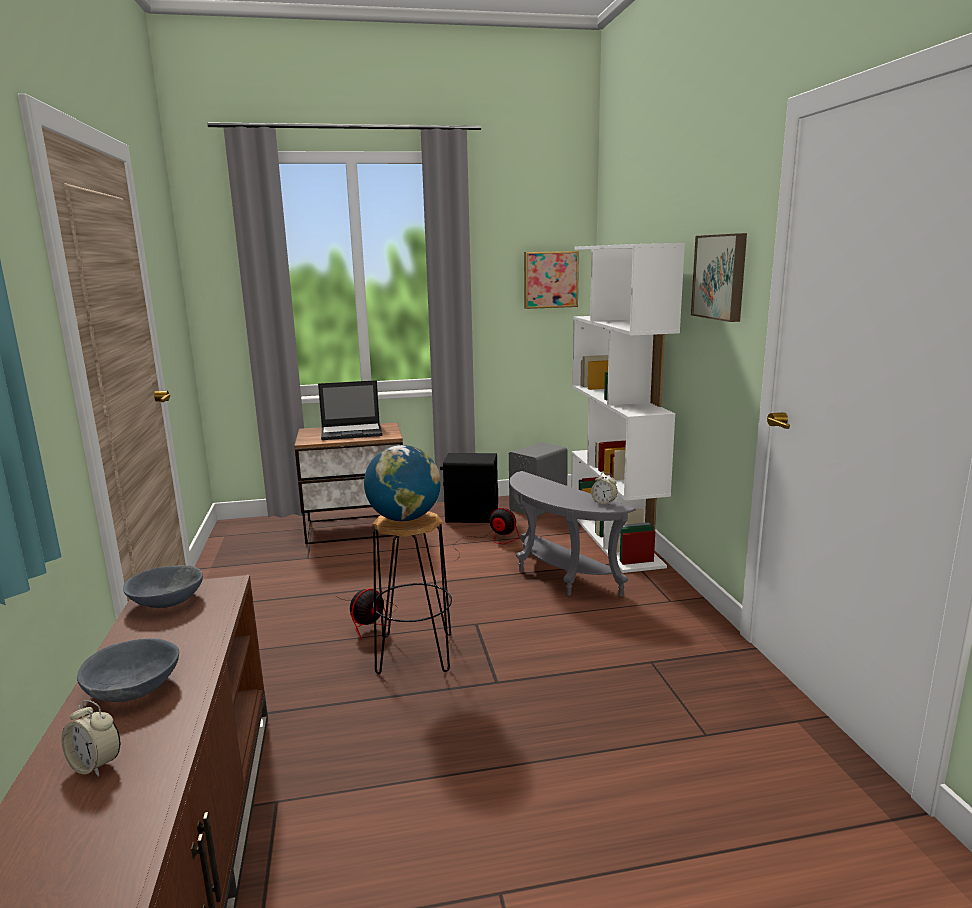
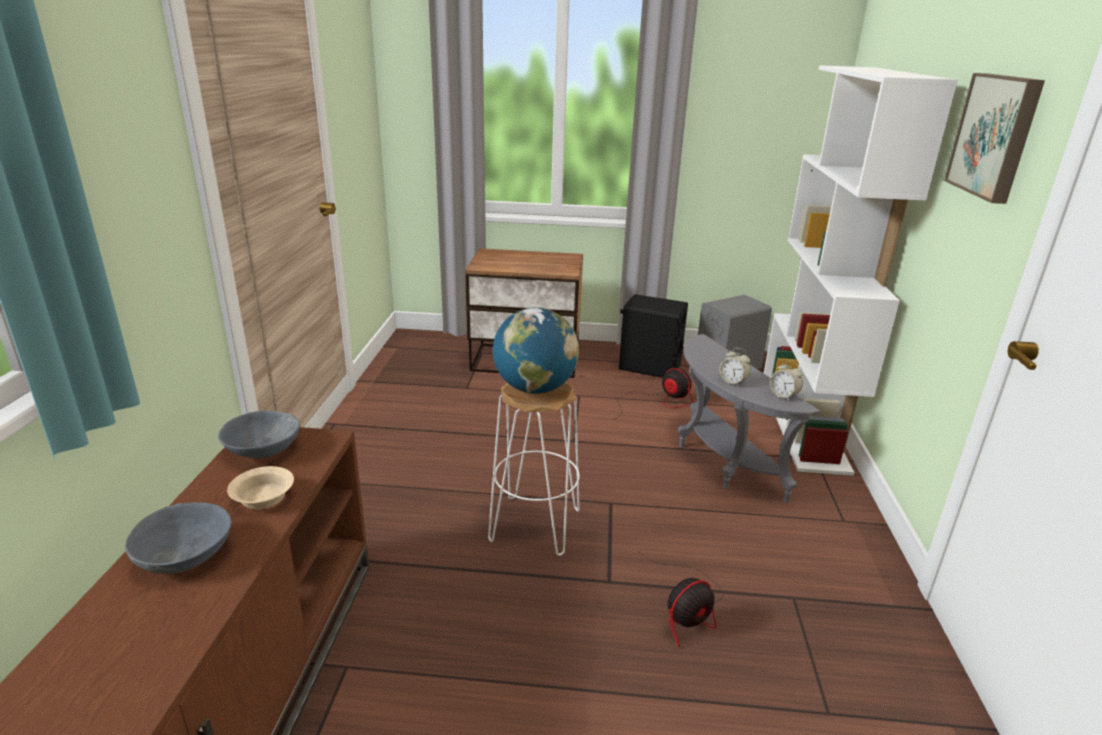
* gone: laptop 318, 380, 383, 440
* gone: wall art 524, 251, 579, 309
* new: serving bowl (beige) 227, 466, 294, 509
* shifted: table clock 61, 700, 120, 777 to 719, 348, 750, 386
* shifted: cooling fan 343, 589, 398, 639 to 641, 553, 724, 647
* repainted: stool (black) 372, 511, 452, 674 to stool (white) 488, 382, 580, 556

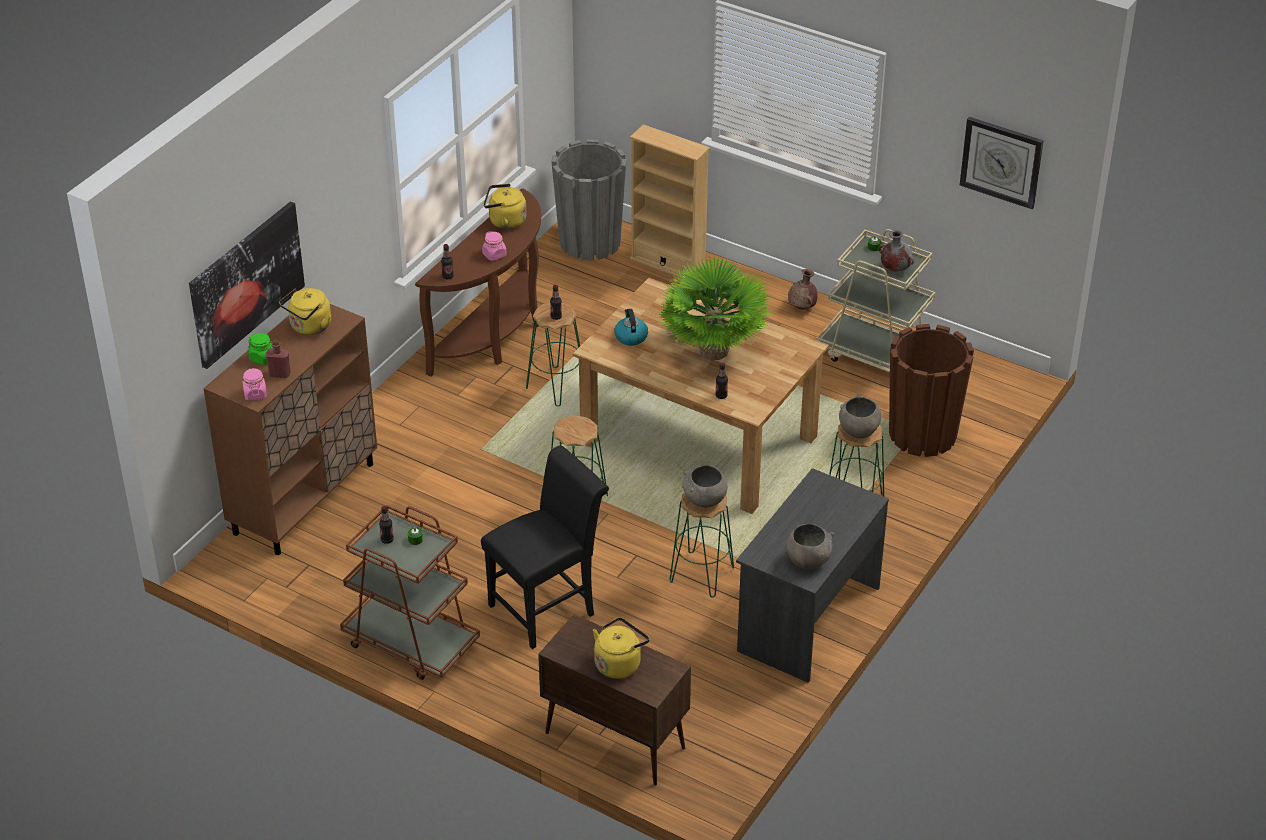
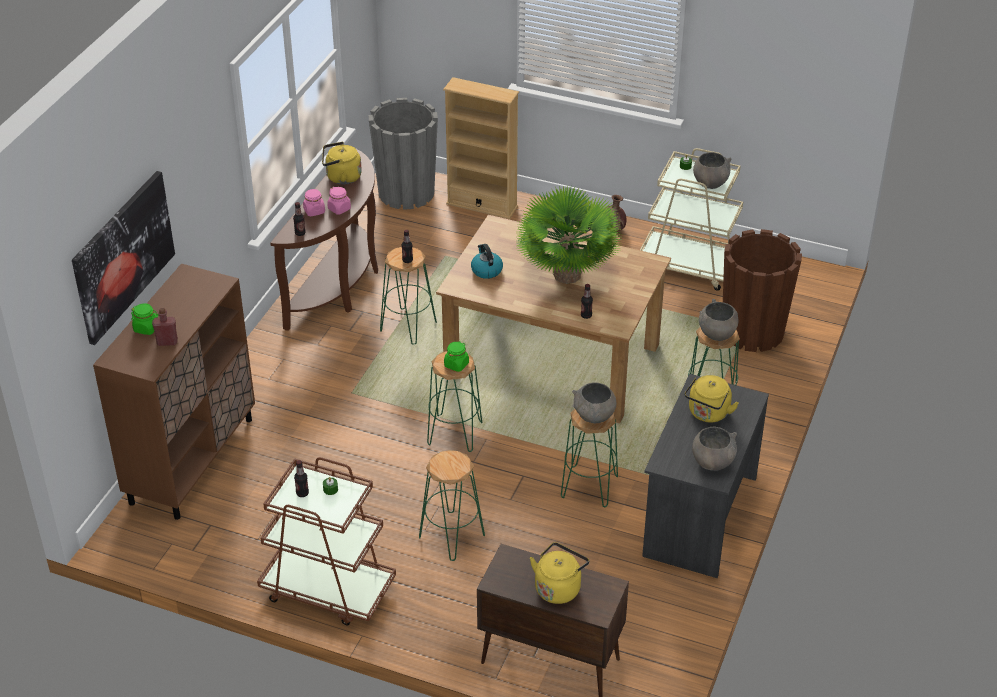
* gone: wall clock 960, 117, 1044, 209
* new: jar (greenish) 444, 341, 469, 372
* shifted: jar (pink) 242, 369, 267, 401 to 303, 189, 325, 217
* shifted: tea kettle (yellow) 279, 288, 331, 335 to 684, 375, 739, 422
* swapped: plain chair (black) 481, 445, 609, 649 to stool (greenish) 419, 450, 485, 561
* swapped: vase (grey) 879, 229, 914, 272 to serving bowl (grey) 693, 152, 732, 189

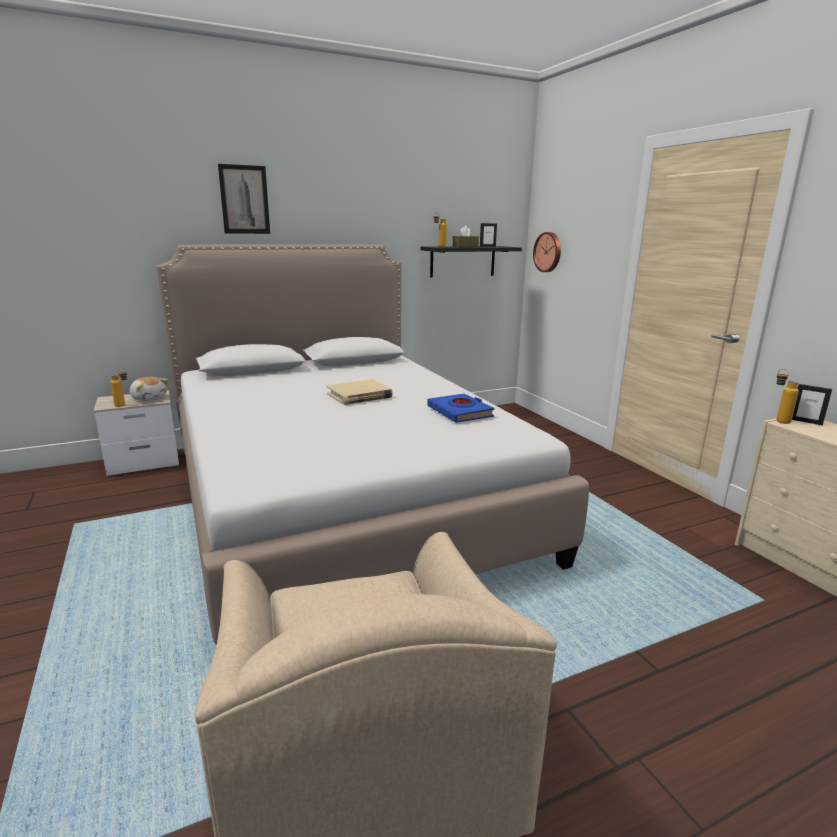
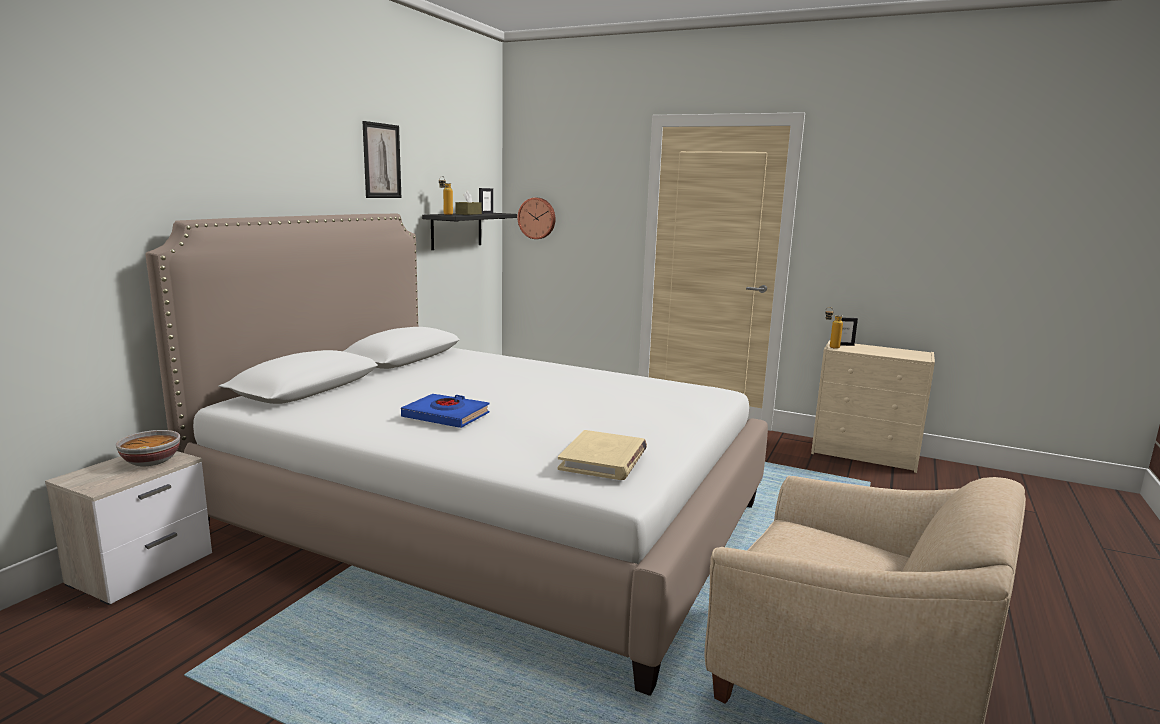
* gone: beverage bottle 110, 368, 127, 407
* shifted: wall art 218, 164, 270, 234 to 362, 121, 401, 198
* shifted: volume (beige) 327, 379, 393, 405 to 558, 430, 647, 480
* shifted: volume (bluish) 427, 394, 494, 423 to 401, 394, 489, 428
* swapped: plush toy 129, 377, 169, 401 to serving bowl 116, 430, 180, 466

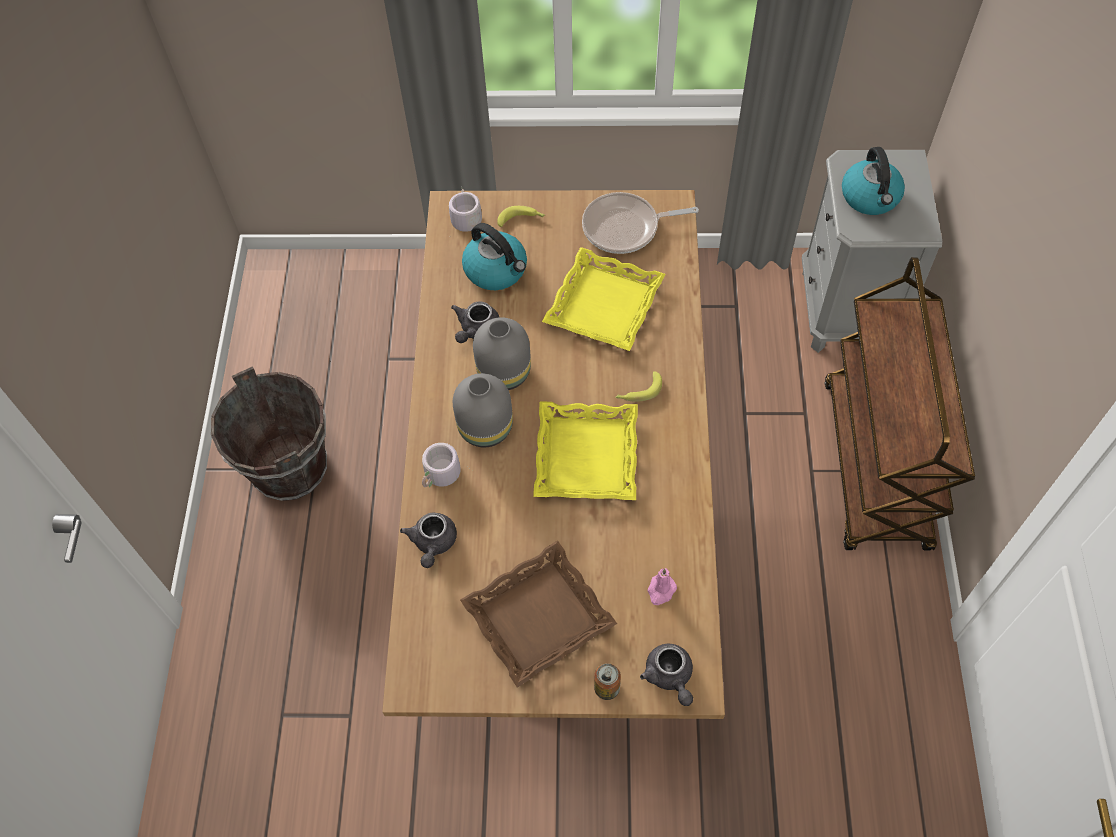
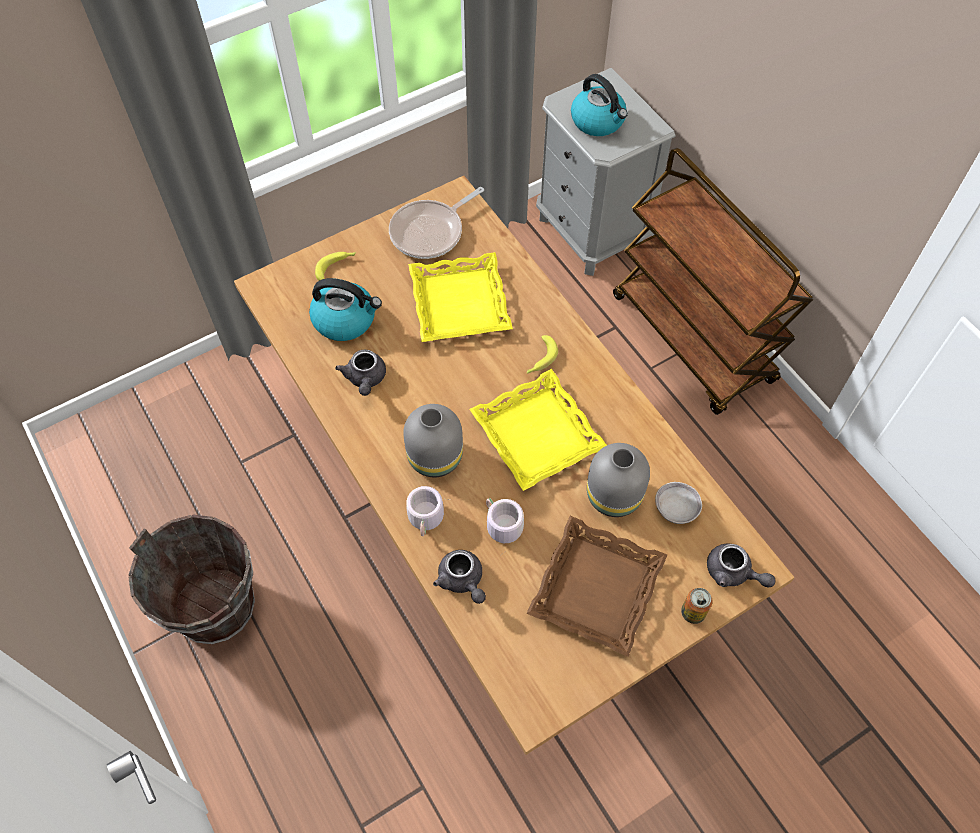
* shifted: mug (grey) 449, 189, 482, 232 to 486, 498, 524, 556
* shifted: vase (grey) 473, 317, 531, 390 to 587, 443, 650, 517
* swapped: candle (pink) 648, 568, 677, 605 to serving bowl (grey) 655, 482, 702, 524

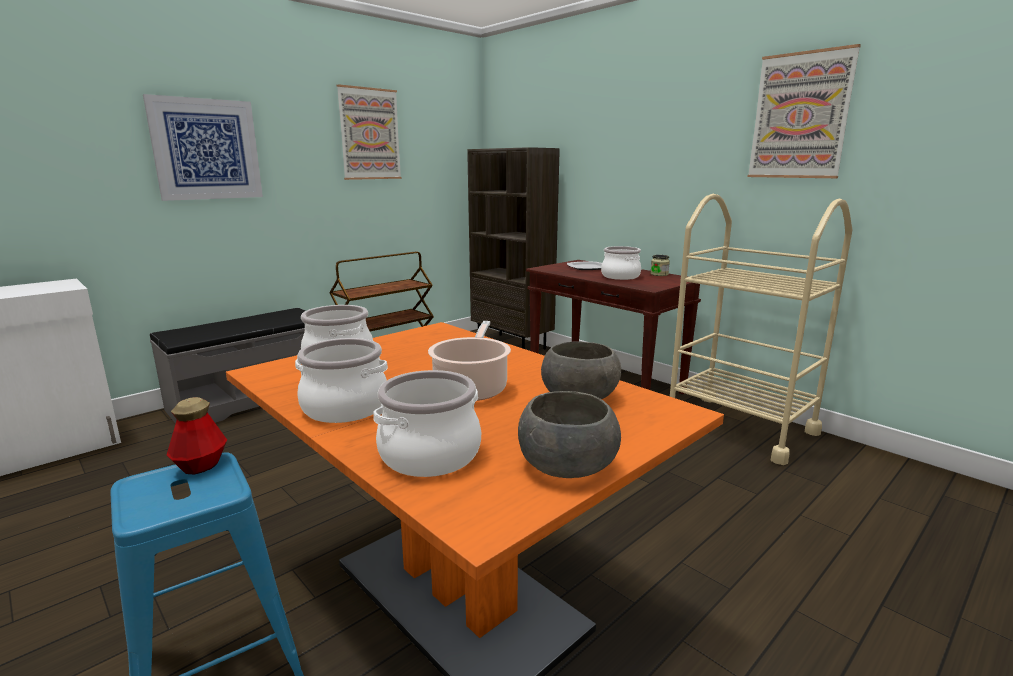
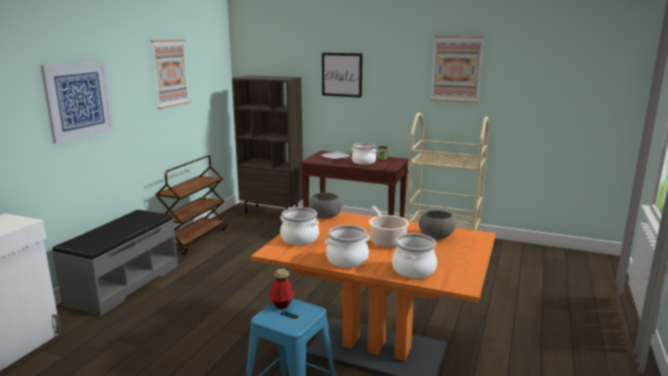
* new: wall art 322, 53, 363, 98
* shifted: serving bowl (grey) 518, 391, 621, 478 to 309, 193, 342, 219

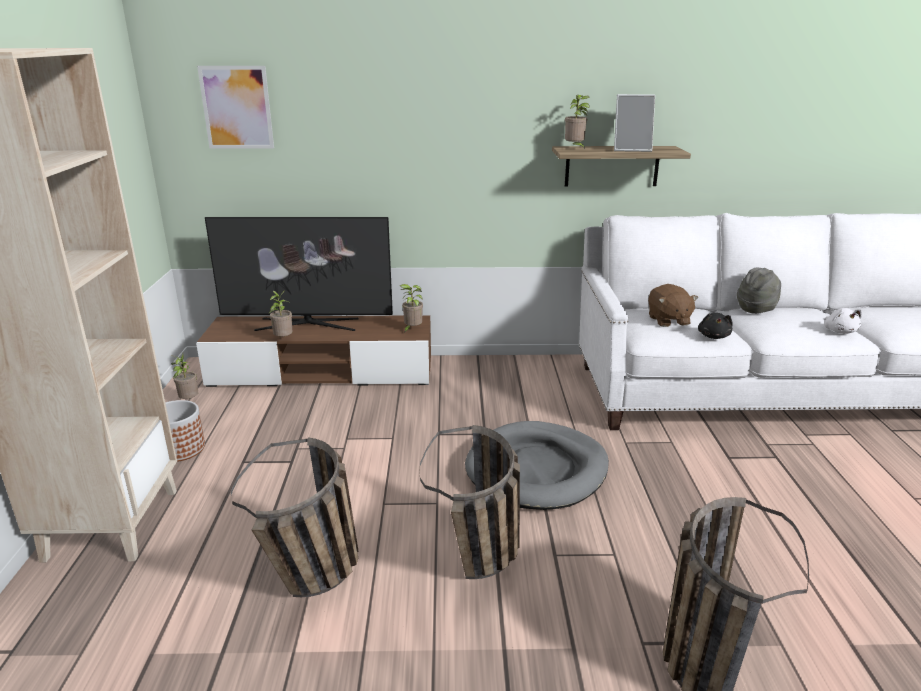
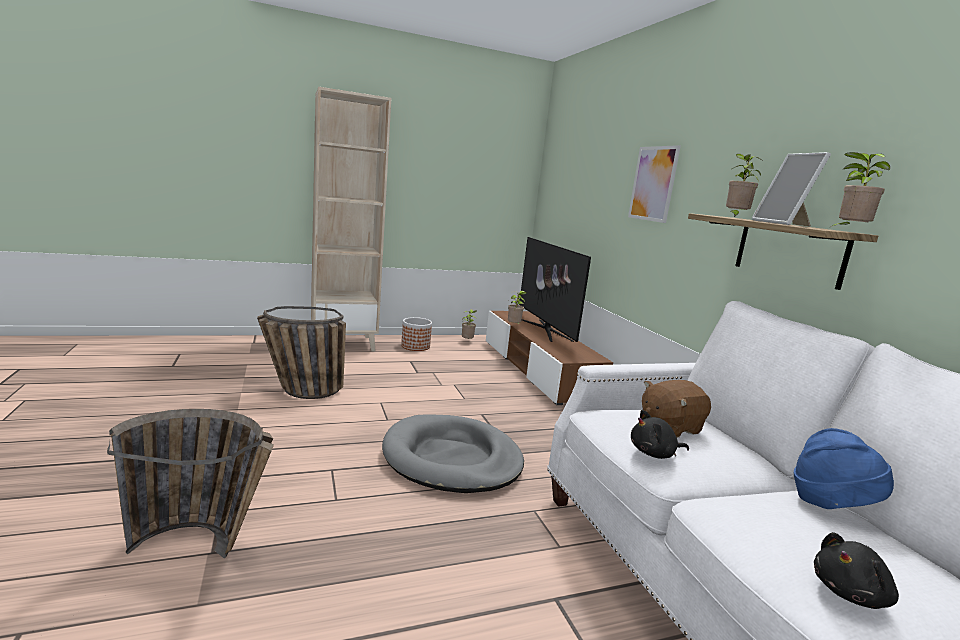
* gone: household basket 420, 425, 520, 579
* shifted: wall art 197, 66, 274, 149 to 628, 145, 681, 223
* shifted: potted plant 400, 284, 423, 332 to 829, 152, 890, 228
* repainted: hat (grey) 737, 268, 781, 314 to hat (bluish) 794, 428, 894, 509
* repainted: plush toy (white) 824, 308, 862, 334 to plush toy (black) 814, 532, 899, 609

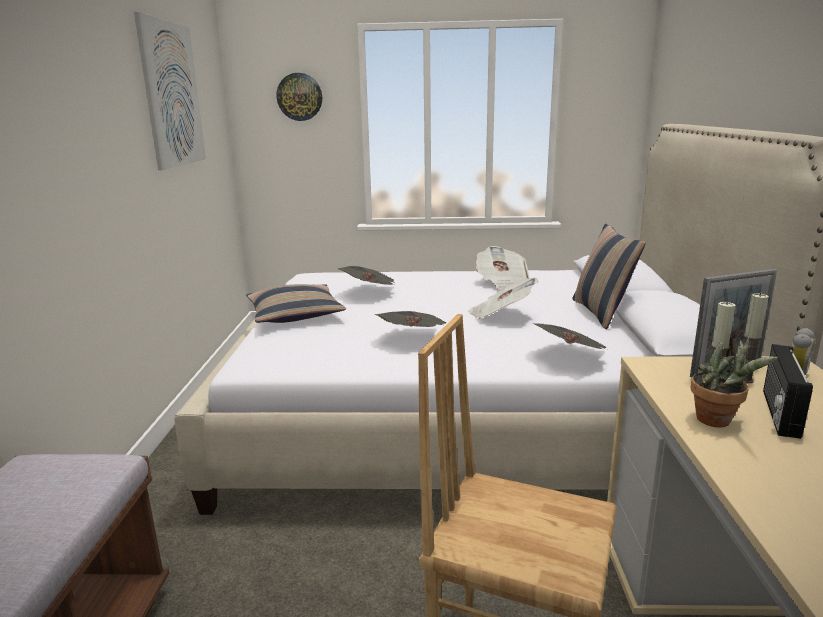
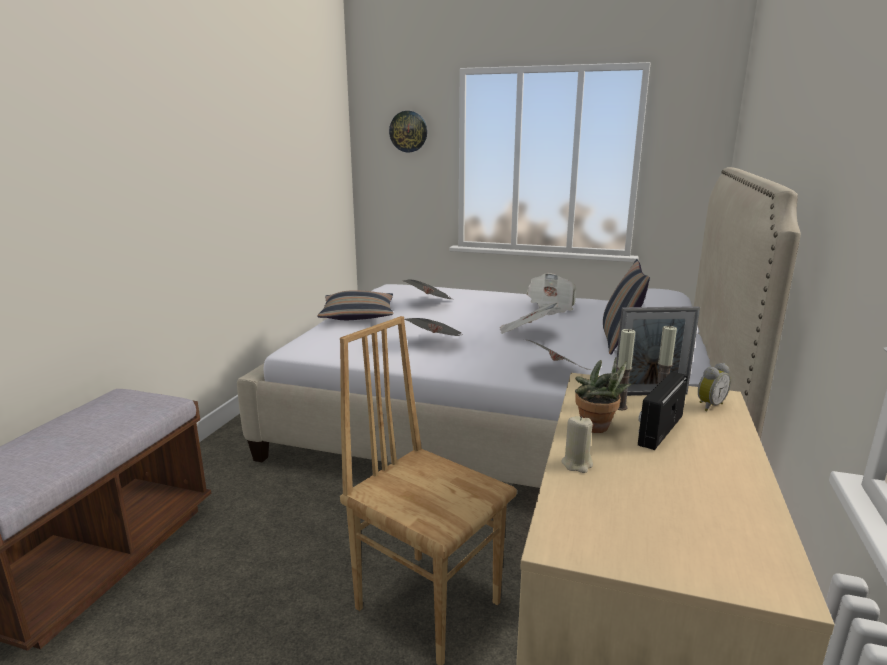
* gone: wall art 134, 12, 206, 170
* new: candle (beige) 561, 416, 593, 473

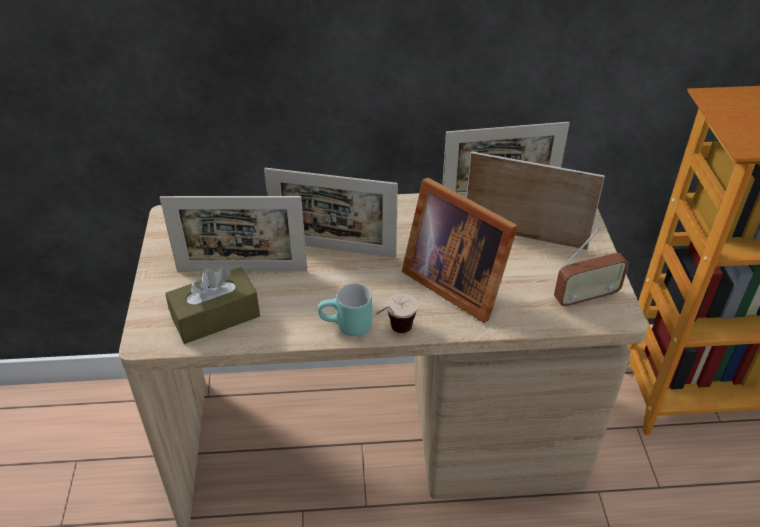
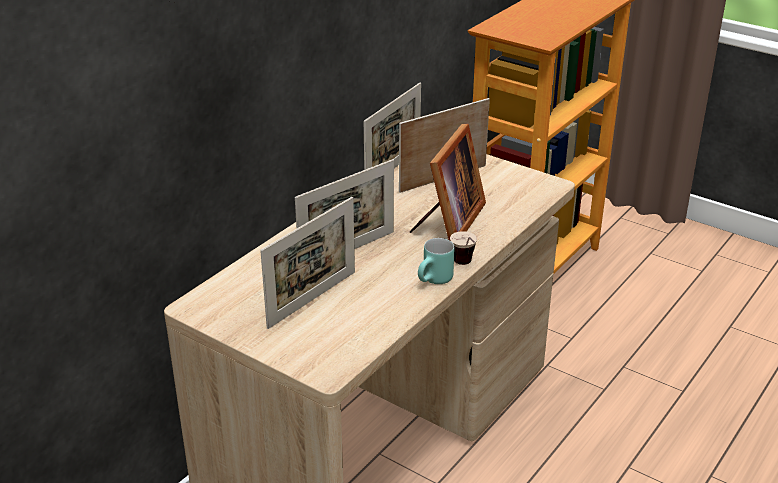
* gone: box of tissues (brown) 165, 267, 260, 344
* gone: radio receiver 554, 228, 629, 308
* rotated: standing frame 402, 178, 518, 323 = 410, 124, 486, 240 60 degrees counterclockwise

